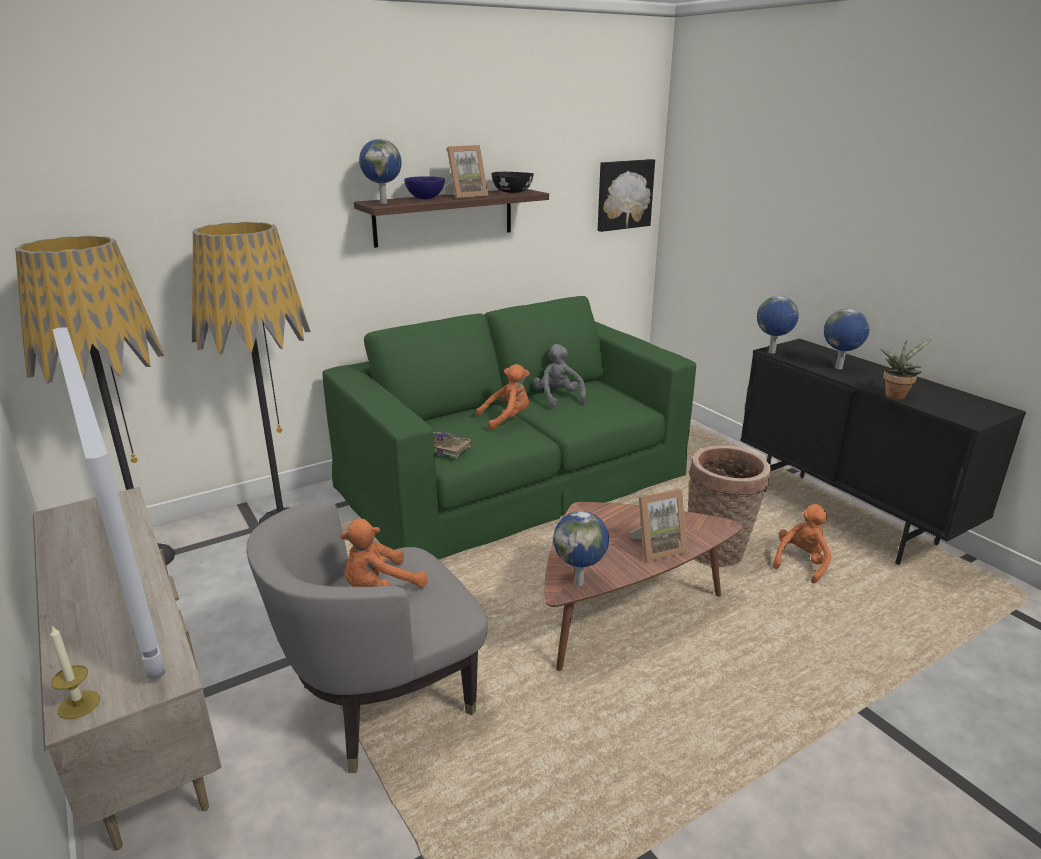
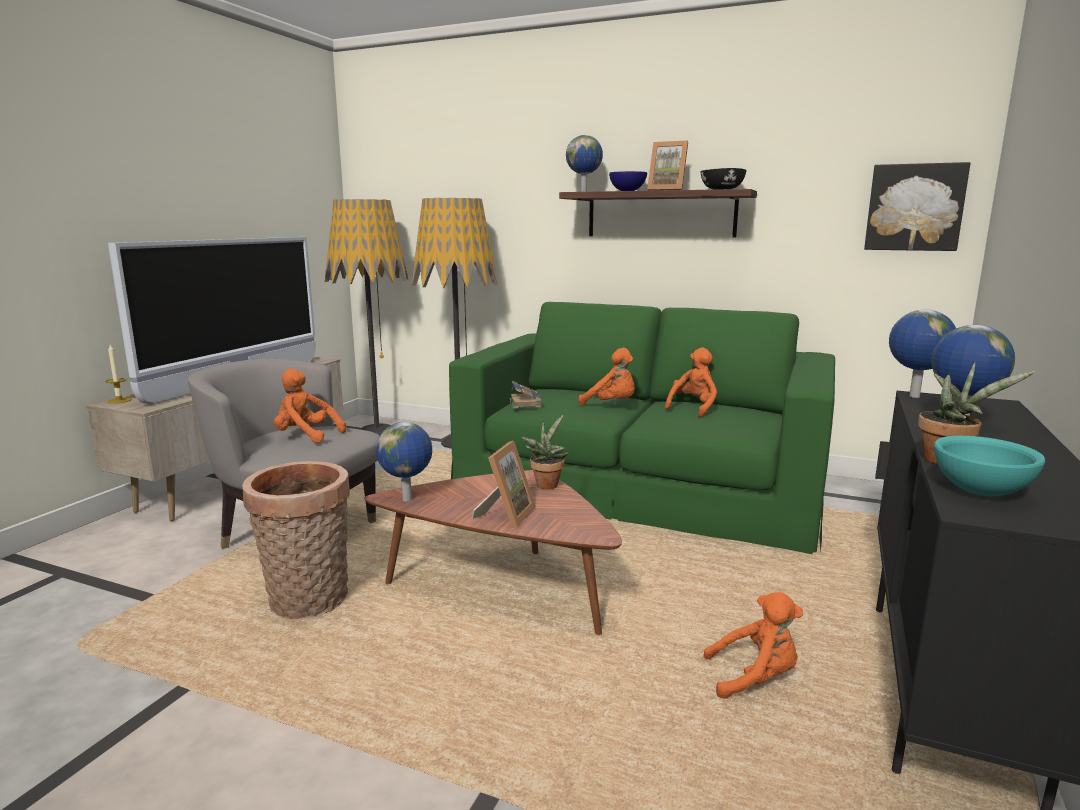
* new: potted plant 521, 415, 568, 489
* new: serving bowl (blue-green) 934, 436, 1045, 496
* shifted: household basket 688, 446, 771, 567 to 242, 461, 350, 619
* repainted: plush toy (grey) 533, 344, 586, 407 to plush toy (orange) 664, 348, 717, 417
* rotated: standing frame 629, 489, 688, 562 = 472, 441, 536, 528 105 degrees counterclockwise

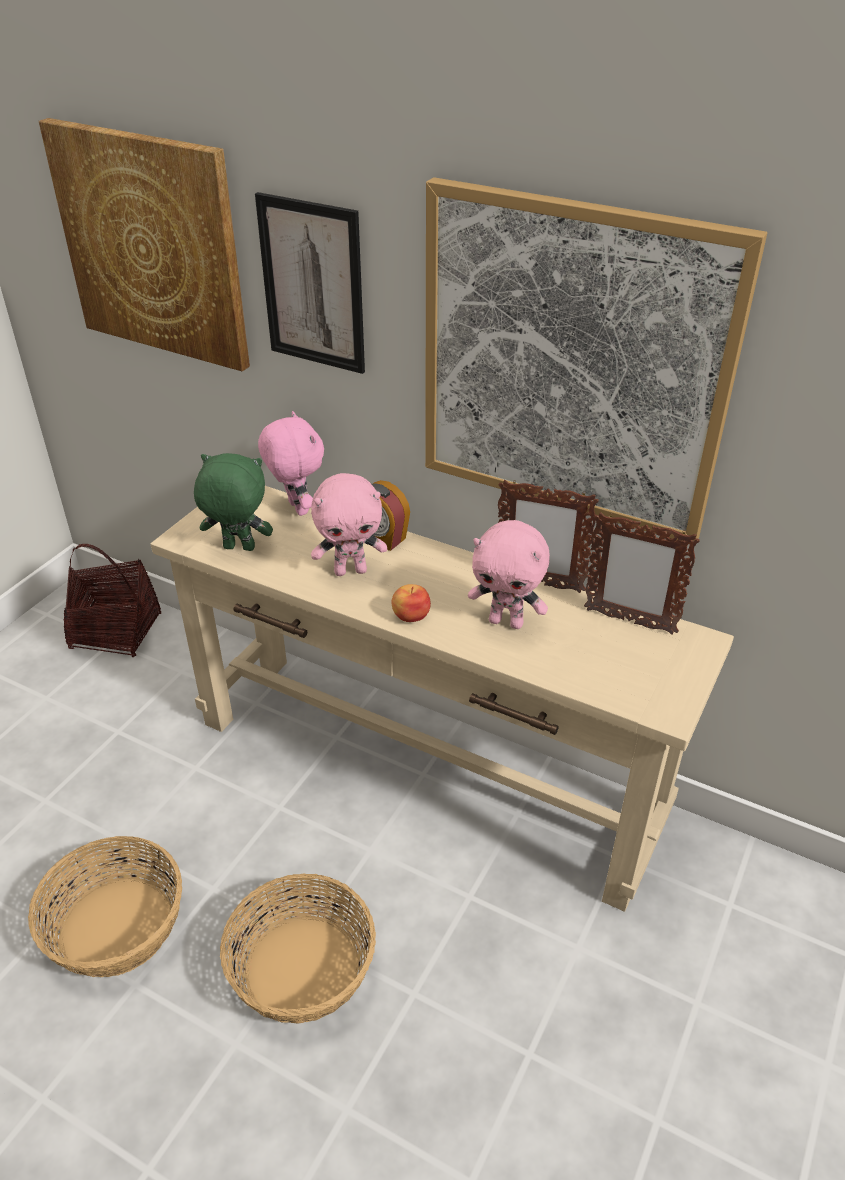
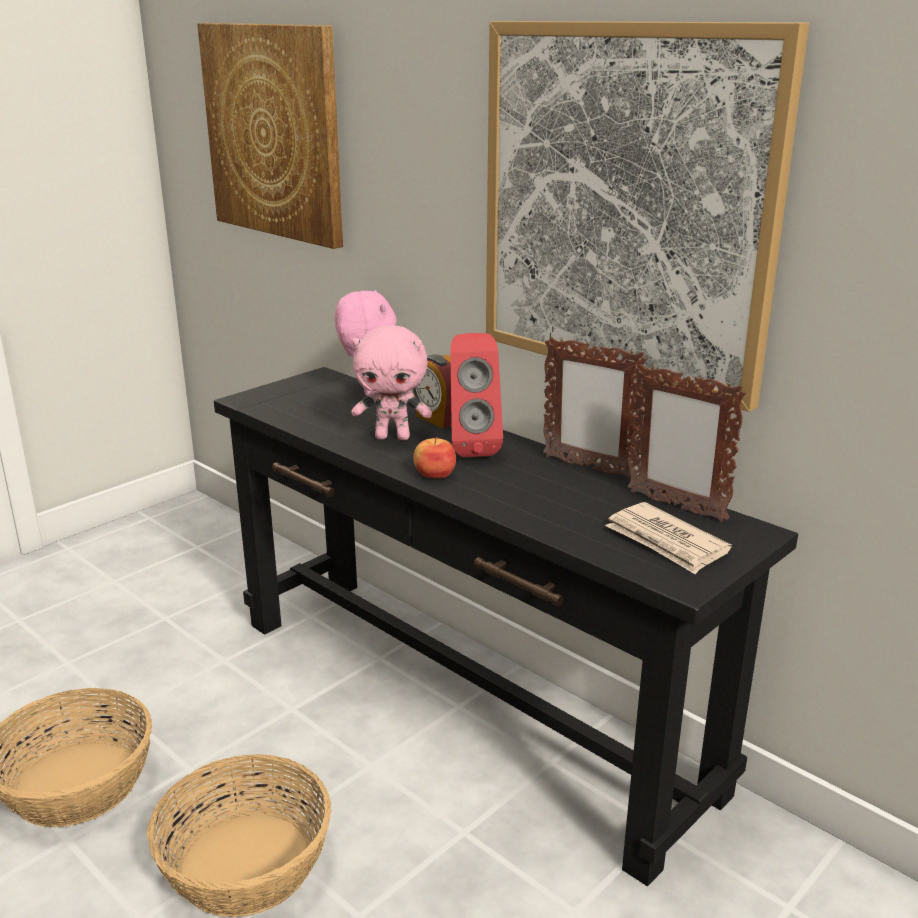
* gone: household basket 63, 544, 161, 658
* gone: plush toy (greenish) 194, 453, 273, 551
* gone: wall art 255, 192, 365, 374
* gone: plush toy (pink) 468, 520, 550, 629
* new: loudspeaker (red) 450, 333, 503, 457
* new: daily paper 605, 502, 732, 574
* repainted: console table (beige) 151, 486, 734, 912 to console table (black) 214, 367, 798, 886

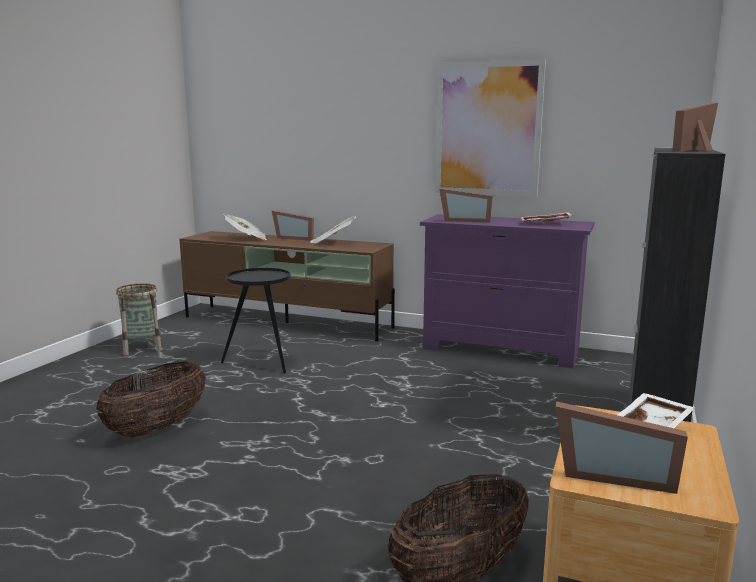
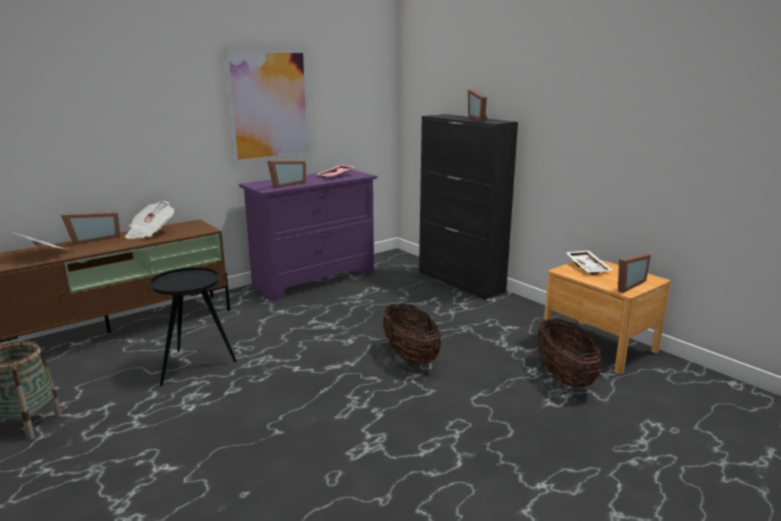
* shifted: household basket 96, 362, 206, 437 to 383, 303, 441, 365

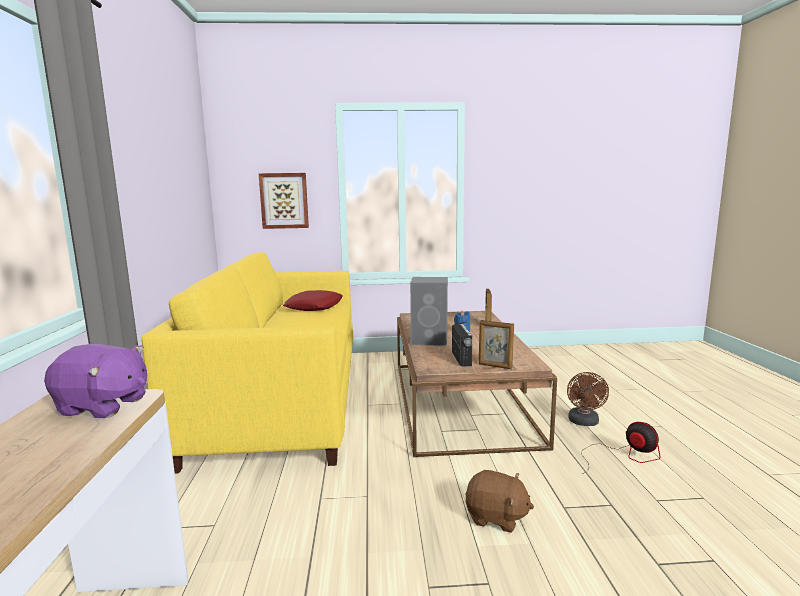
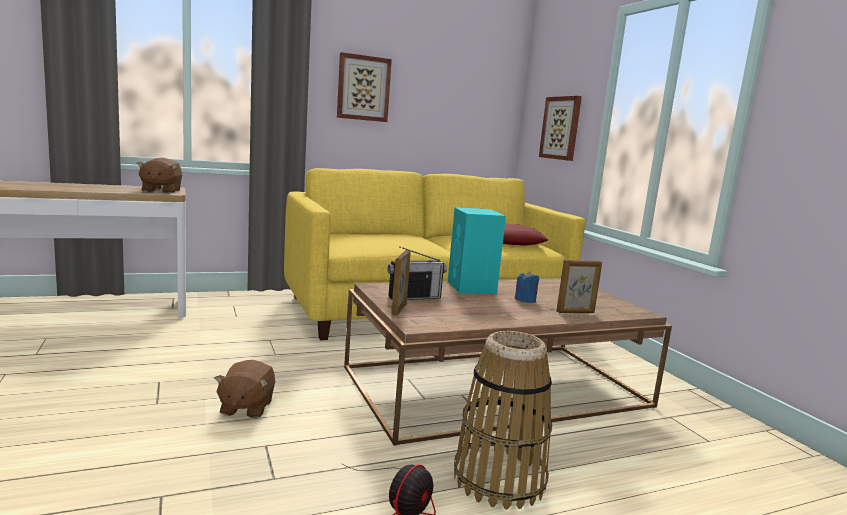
* new: wall art 337, 52, 392, 122
* swapped: cooling fan (brown) 567, 372, 609, 426 to household basket 454, 331, 552, 509
* repainted: plush toy (purple-coloured) 44, 344, 147, 418 to plush toy (brown) 137, 158, 183, 194
* repainted: loudspeaker (grey) 410, 277, 448, 346 to loudspeaker (blue-green) 448, 207, 506, 294

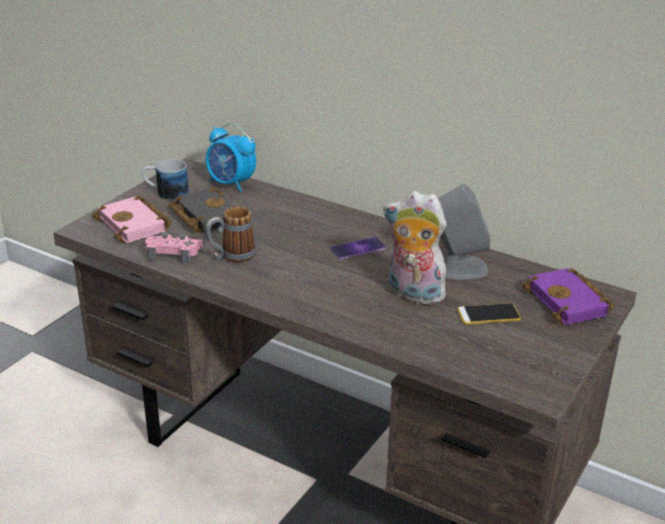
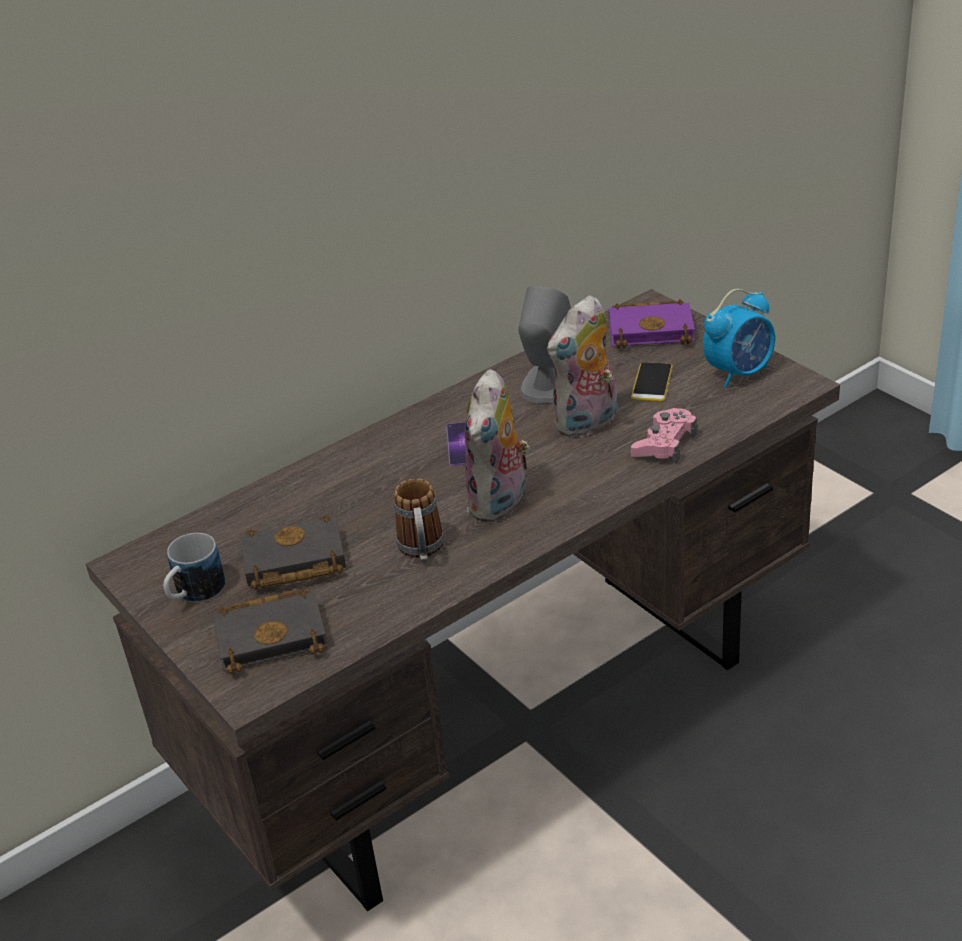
* new: plush toy 464, 369, 530, 522
* shifted: gamepad (pink) 145, 232, 203, 264 to 631, 408, 697, 464
* shifted: table clock 206, 122, 256, 192 to 703, 289, 775, 388
* repainted: volume (pink) 92, 196, 171, 243 to volume (black) 213, 589, 328, 674

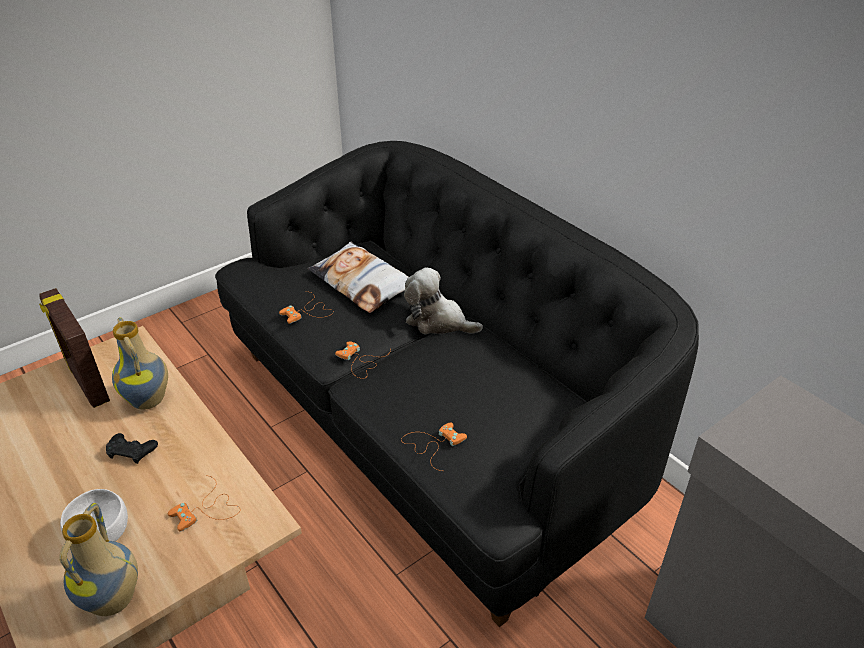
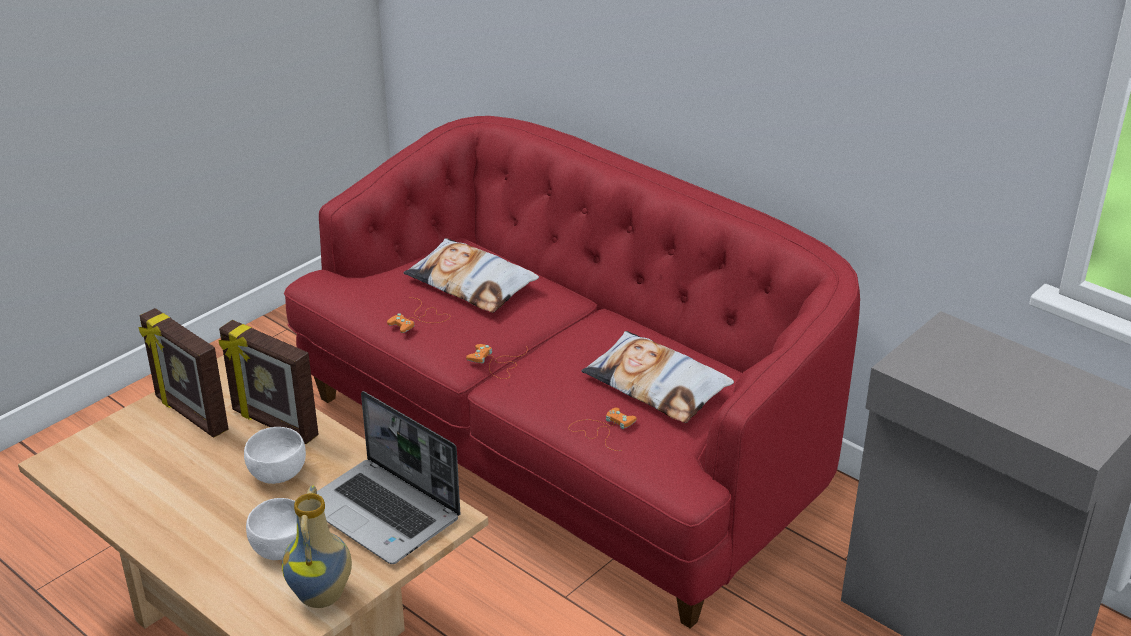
* gone: plush toy 404, 267, 483, 334
* new: cushion 581, 331, 734, 423
* swapped: gamepad (black) 106, 433, 158, 464 to serving bowl (white) 244, 427, 306, 484
* swapped: vase 112, 317, 168, 409 to standing frame 219, 320, 319, 444
* swapped: gamepad (orange) 168, 475, 241, 531 to laptop 317, 391, 460, 564
* repainted: couch (black) 215, 141, 699, 627 to couch (red) 284, 116, 860, 629

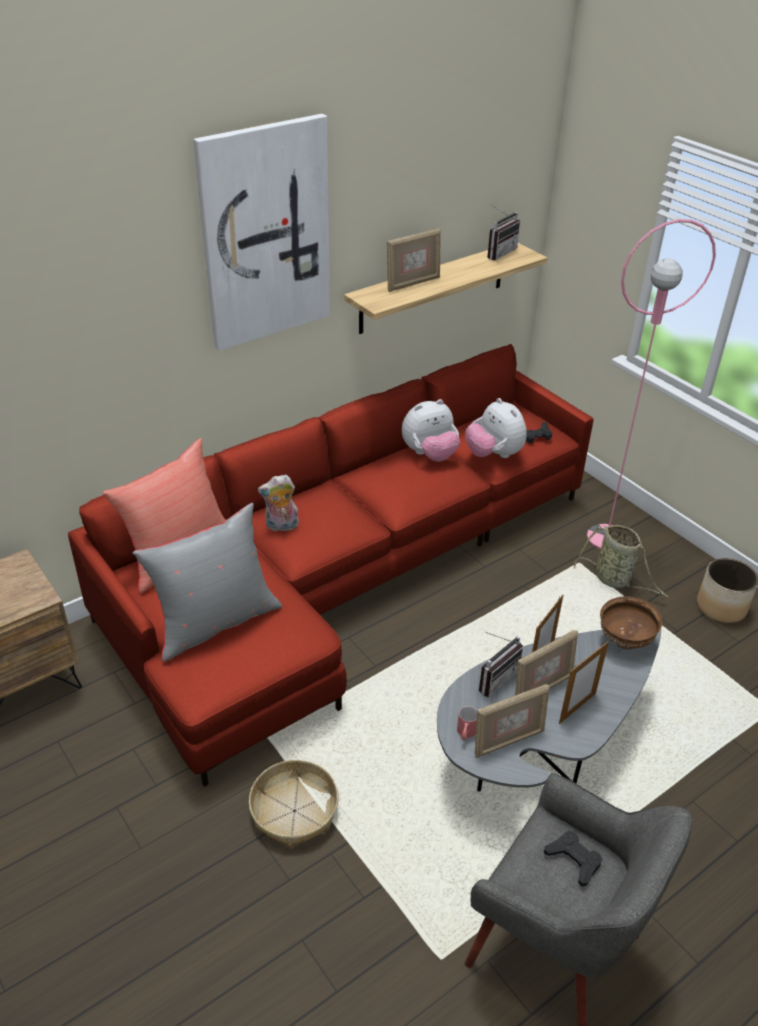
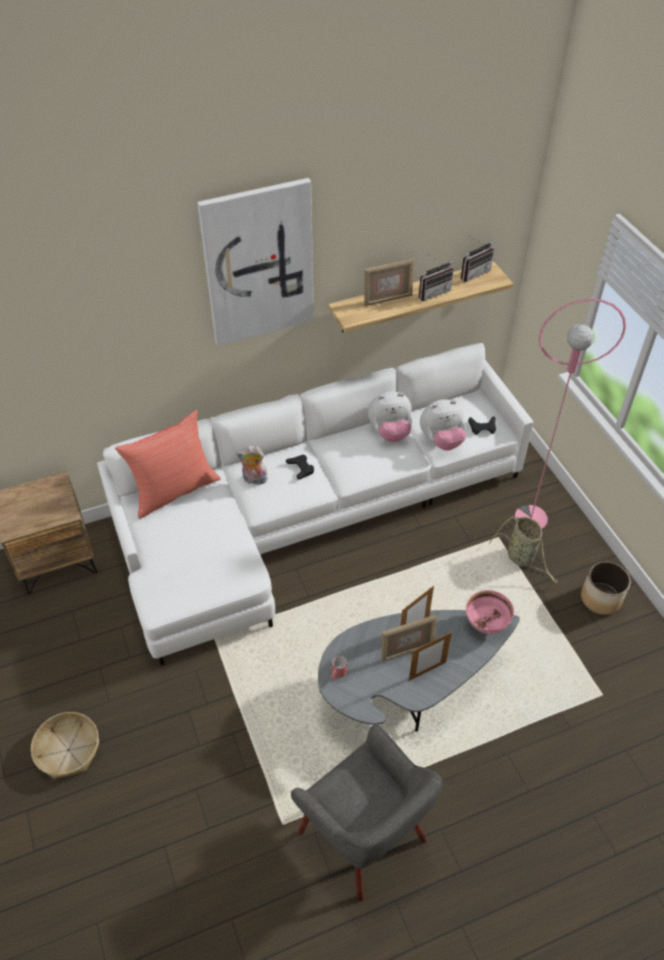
* gone: cushion (grey) 133, 503, 282, 662
* gone: standing frame 475, 684, 550, 758
* shifted: household basket 249, 760, 339, 848 to 31, 712, 100, 779
* shifted: radio receiver 479, 632, 523, 697 to 419, 254, 453, 301
* shifted: gamepad (black) 544, 831, 602, 887 to 286, 455, 314, 480
* repainted: couch (red) 68, 344, 594, 787 to couch (white) 97, 343, 534, 666
* repainted: serving bowl (brown) 600, 596, 662, 649 to serving bowl (pink) 466, 590, 514, 634
* rotated: plush toy 465, 398, 527, 458 = 420, 399, 466, 451 90 degrees counterclockwise

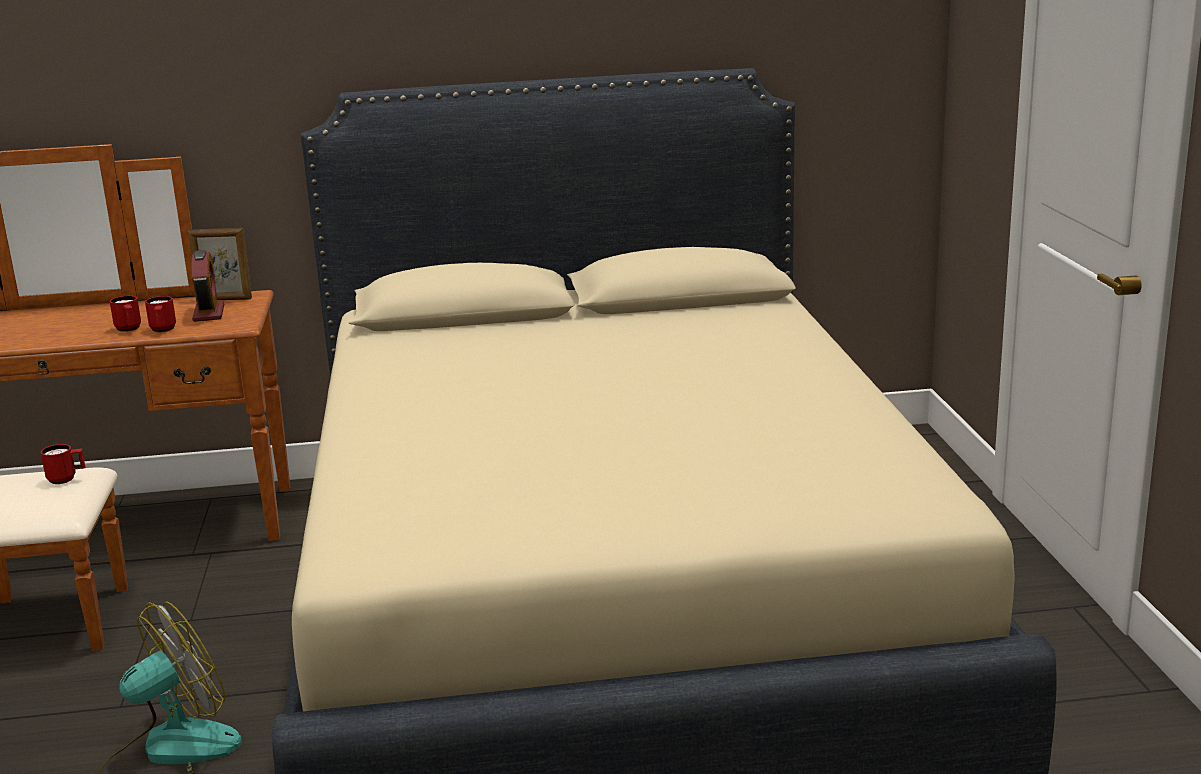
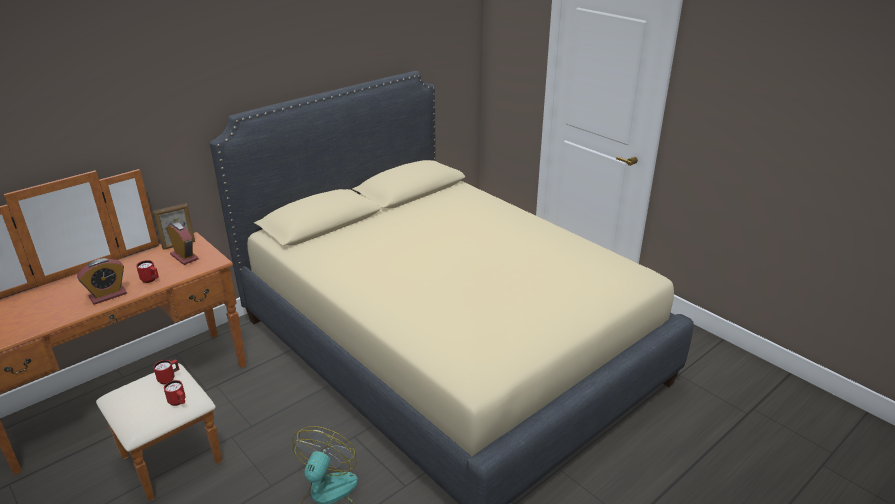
* new: table clock 77, 258, 127, 305
* shifted: mug (red) 145, 296, 176, 332 to 164, 380, 185, 406

